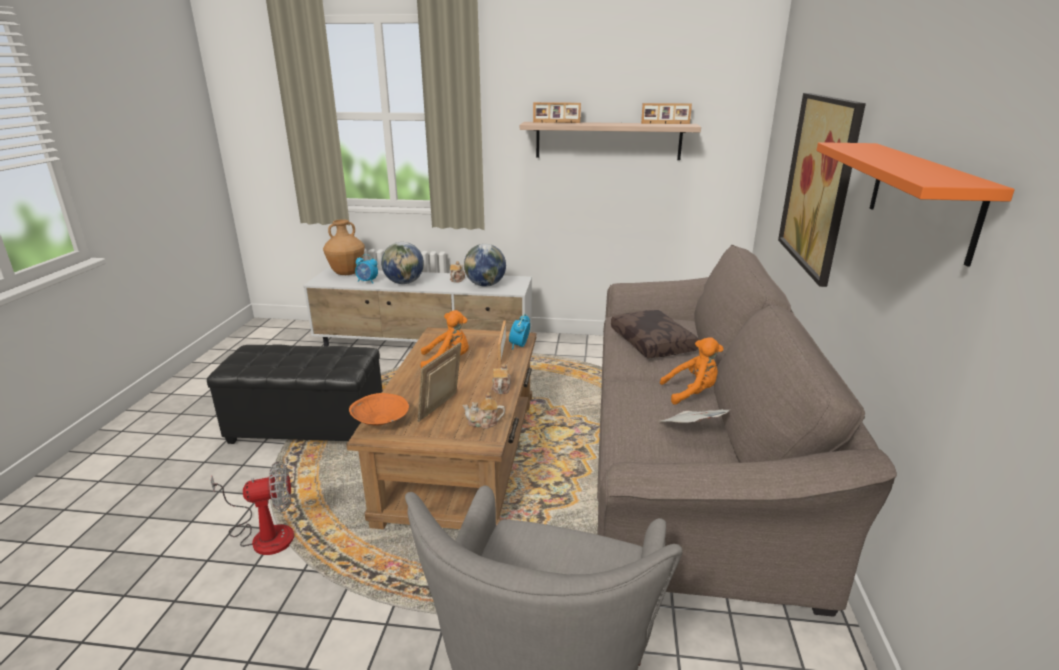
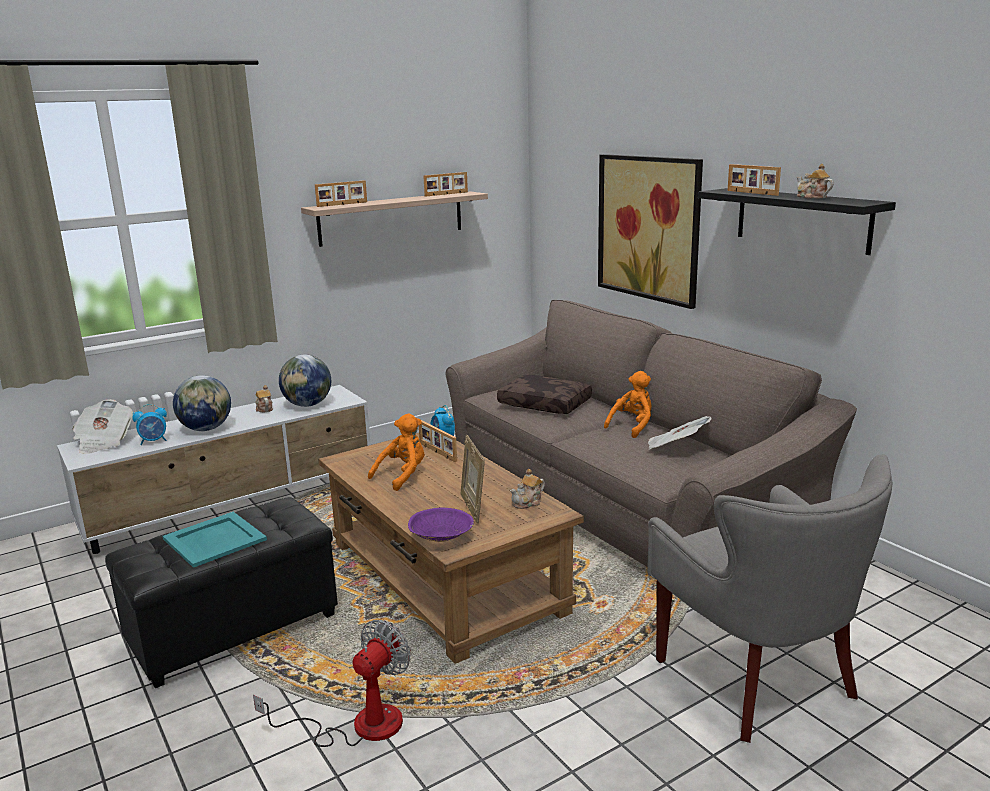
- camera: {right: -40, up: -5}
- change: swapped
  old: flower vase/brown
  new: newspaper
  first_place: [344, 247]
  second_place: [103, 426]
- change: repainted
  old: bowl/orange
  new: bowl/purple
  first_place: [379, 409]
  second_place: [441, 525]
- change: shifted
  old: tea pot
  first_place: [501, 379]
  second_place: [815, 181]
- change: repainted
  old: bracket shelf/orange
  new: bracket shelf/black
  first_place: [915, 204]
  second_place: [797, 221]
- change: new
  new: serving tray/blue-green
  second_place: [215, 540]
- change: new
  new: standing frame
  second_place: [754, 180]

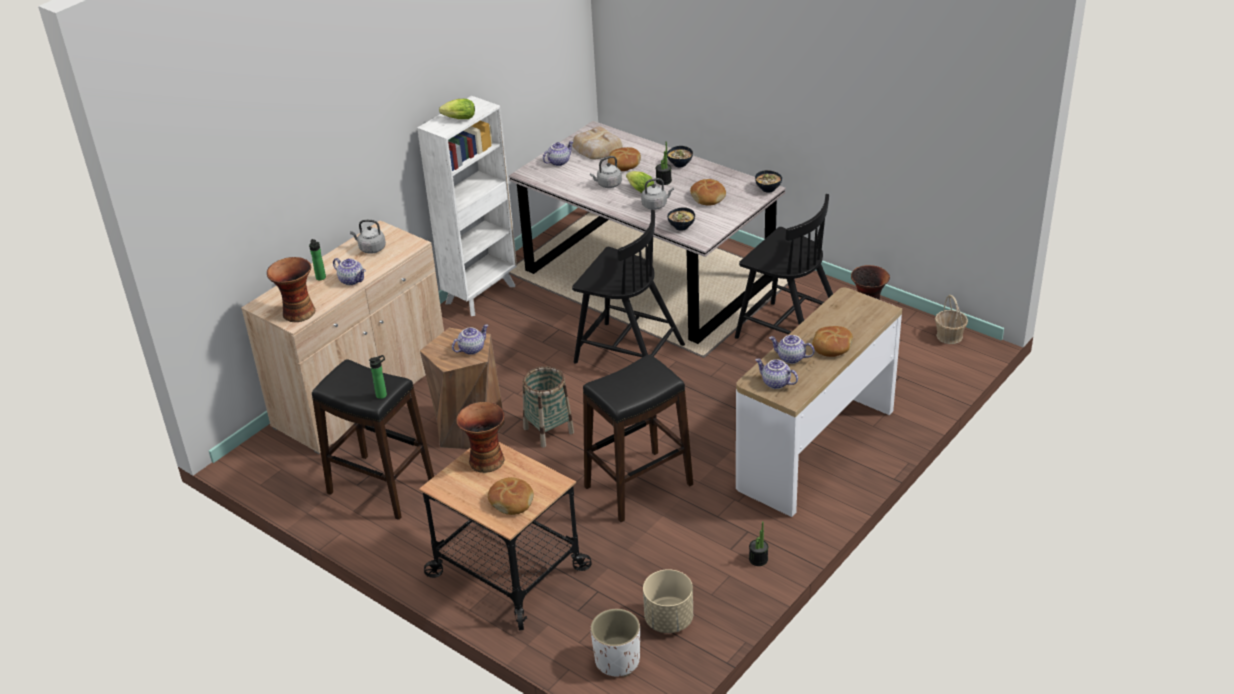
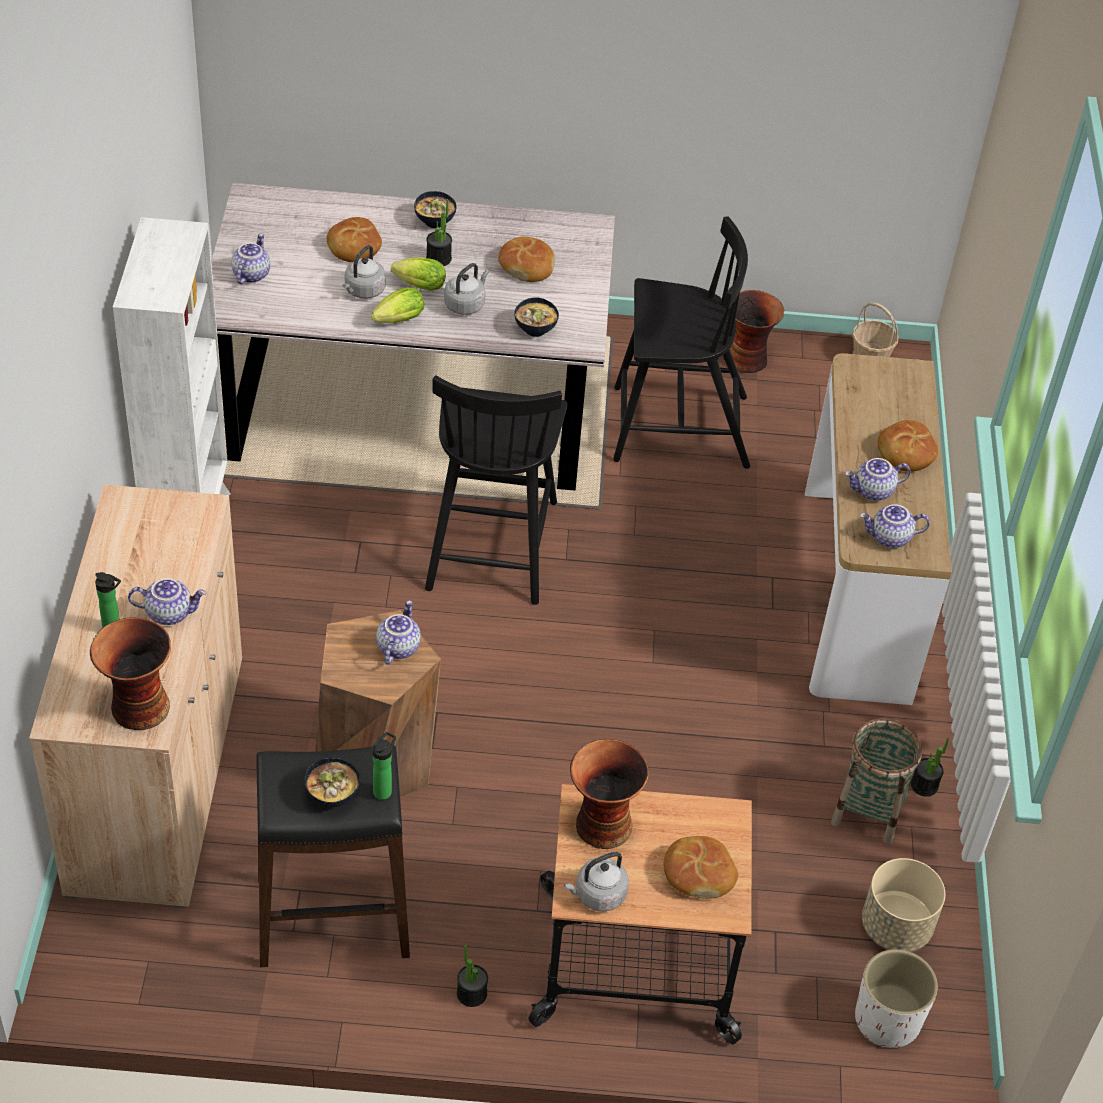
- camera: {right: -40, up: 10}
- change: shifted
  old: kettle/grey
  first_place: [368, 237]
  second_place: [596, 882]
- change: shifted
  old: head of lettuce
  first_place: [457, 109]
  second_place: [397, 305]
- change: shifted
  old: household basket
  first_place: [548, 407]
  second_place: [876, 781]
- change: gone
  old: bakery bread
  first_place: [597, 143]
- change: rotated
  old: chair/black
  first_place: [628, 287]
  second_place: [496, 490]
  degrees: 105
- change: gone
  old: stool/black
  first_place: [638, 438]
- change: shifted
  old: bowl
  first_place: [768, 181]
  second_place: [332, 782]
- change: new
  new: potted plant
  second_place: [472, 976]

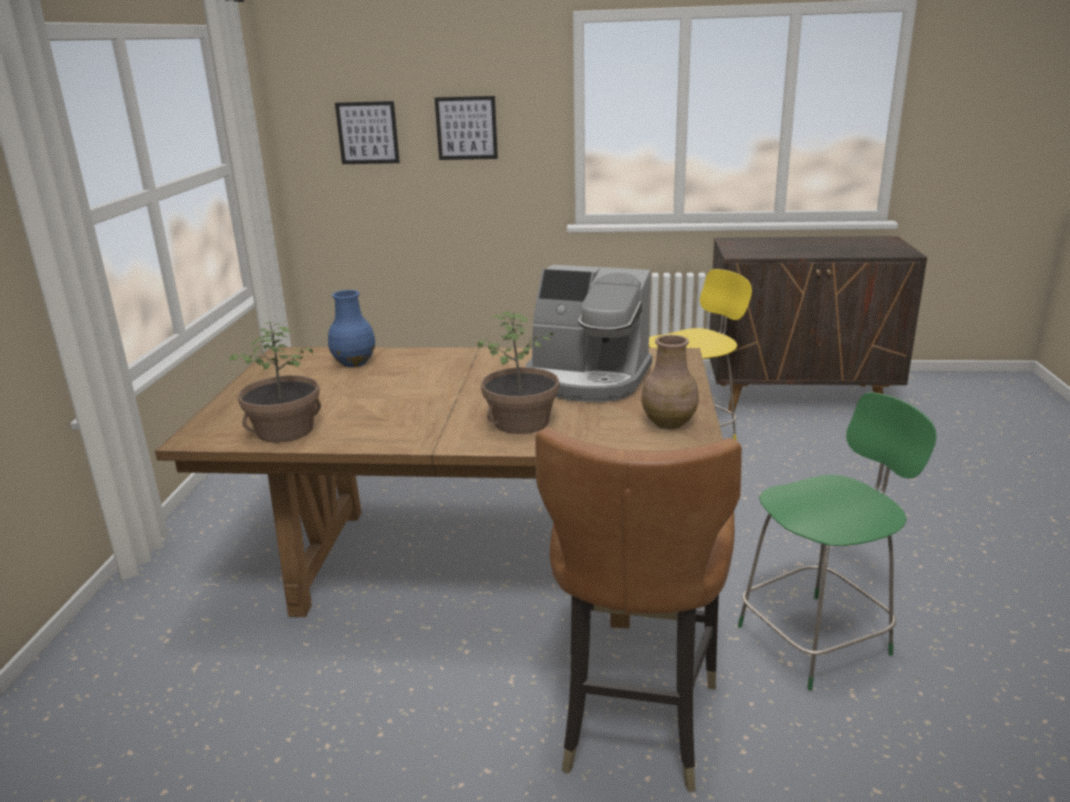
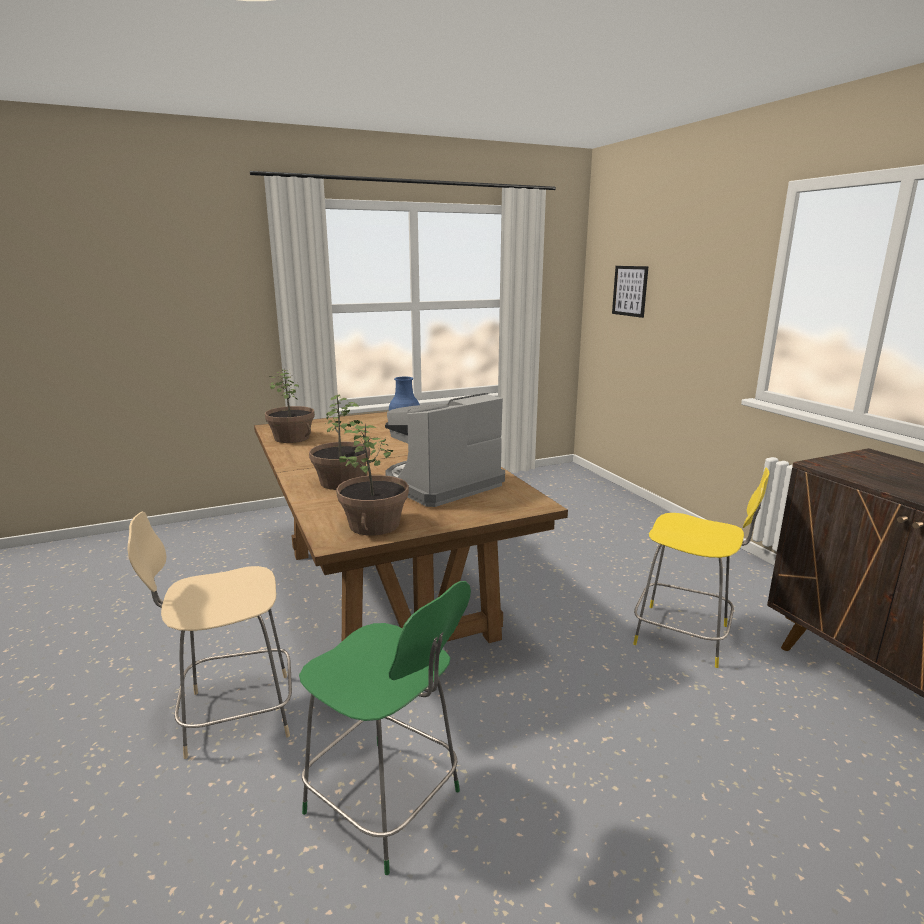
- camera: {right: 60, up: -5}
- change: gone
  old: wall art
  first_place: [466, 128]
- change: rotated
  old: coffee maker
  first_place: [589, 333]
  second_place: [445, 450]
  degrees: 60
- change: swapped
  old: chair/brown
  new: stool/beige
  first_place: [639, 609]
  second_place: [210, 635]
- change: swapped
  old: flower vase/brown
  new: potted plant
  first_place: [670, 382]
  second_place: [372, 480]

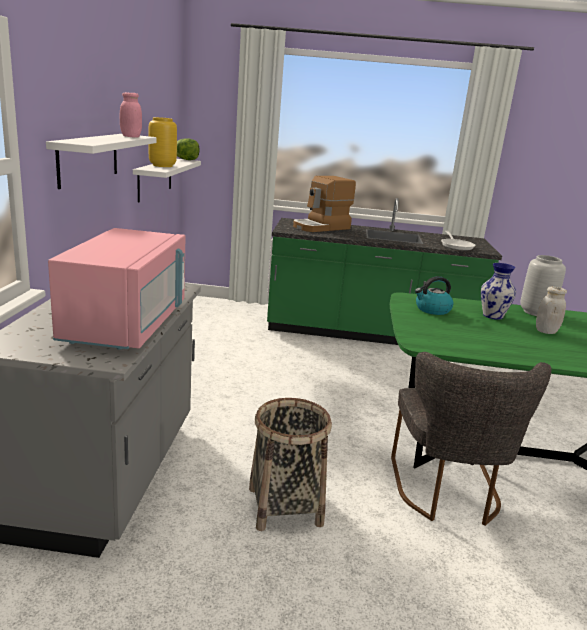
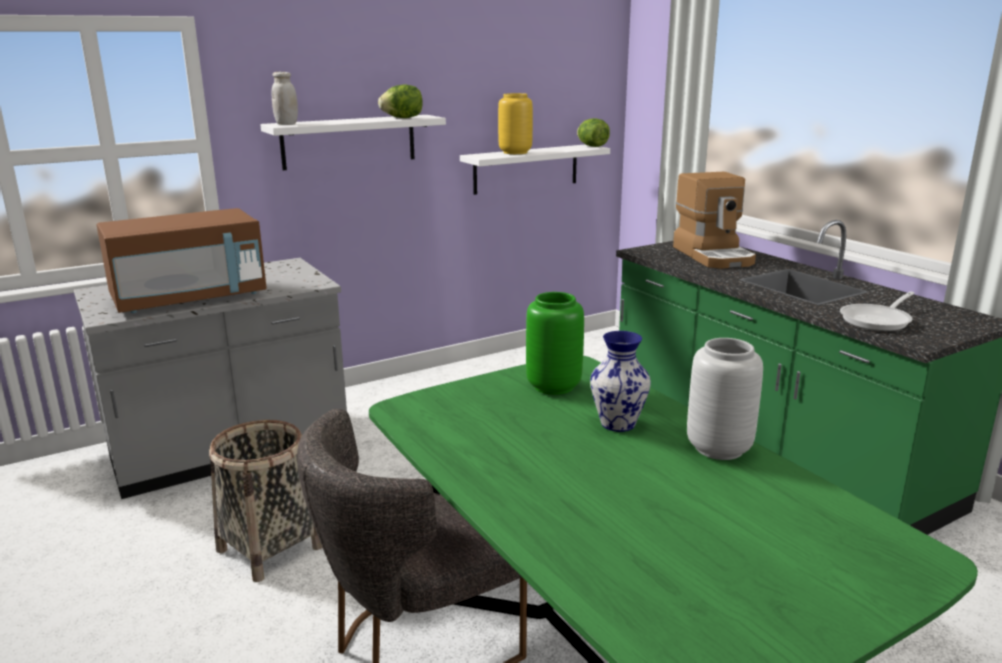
- camera: {right: 55, up: 0}
- change: repainted
  old: kitchen microwave/pink-coloured
  new: kitchen microwave/brown
  first_place: [116, 289]
  second_place: [182, 260]
- change: swapped
  old: preserve jar/pink-coloured
  new: head of lettuce
  first_place: [131, 115]
  second_place: [400, 101]
- change: rotated
  old: coffee maker
  first_place: [324, 204]
  second_place: [714, 220]
  degrees: -120
- change: swapped
  old: kettle
  new: flower vase/green
  first_place: [434, 295]
  second_place: [555, 343]
- change: shifted
  old: preserve jar/white
  first_place: [551, 310]
  second_place: [285, 98]

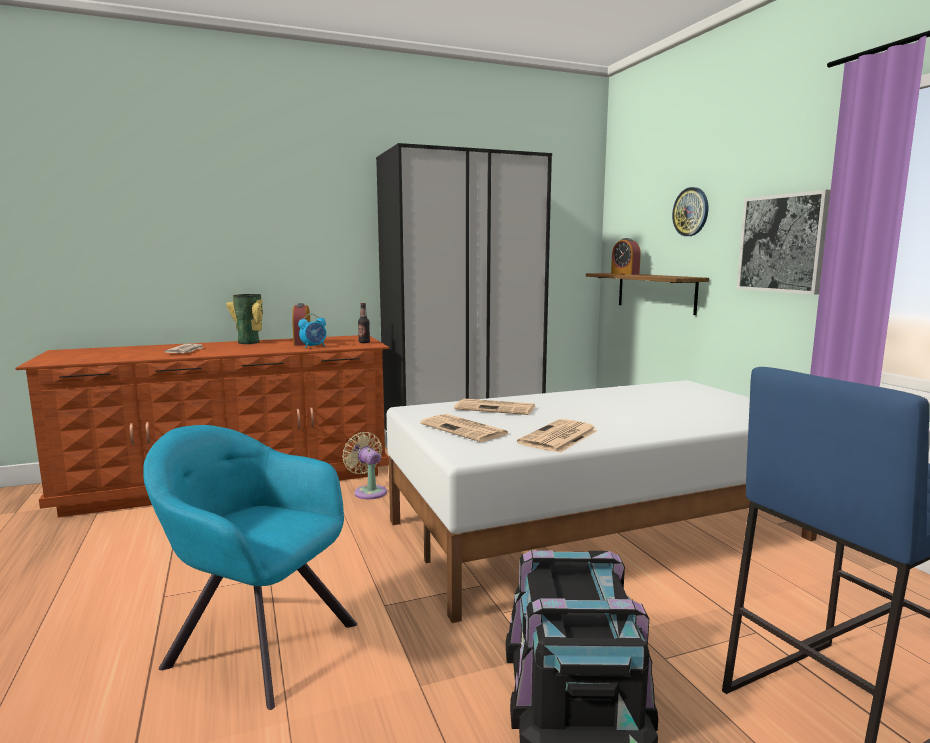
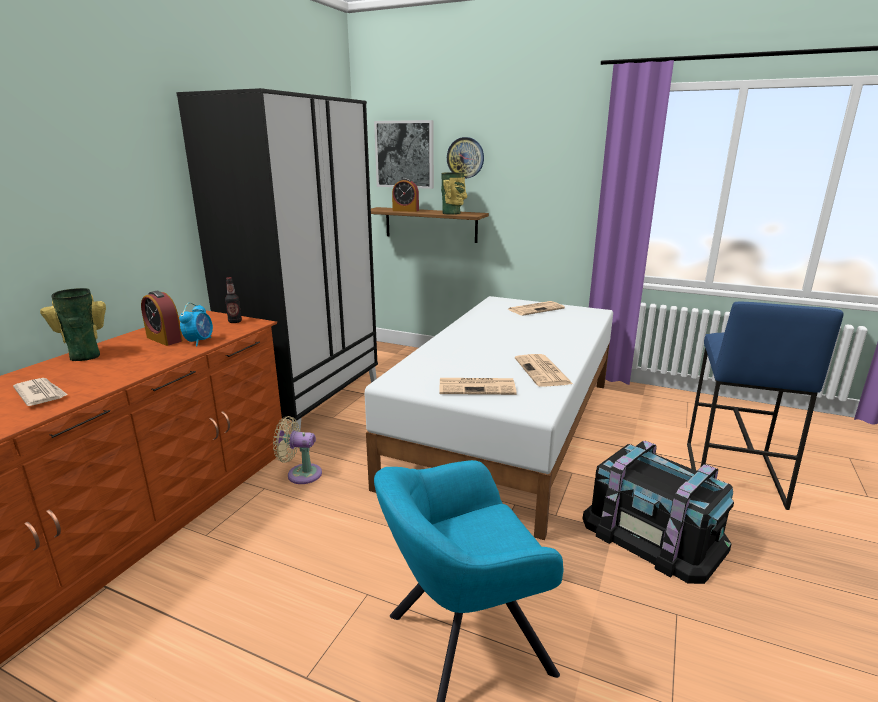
- camera: {right: -45, up: 10}
- change: shifted
  old: newspaper
  first_place: [495, 407]
  second_place: [536, 308]
- change: shifted
  old: wall art
  first_place: [784, 242]
  second_place: [404, 154]
- change: new
  new: flower vase
  second_place: [454, 193]

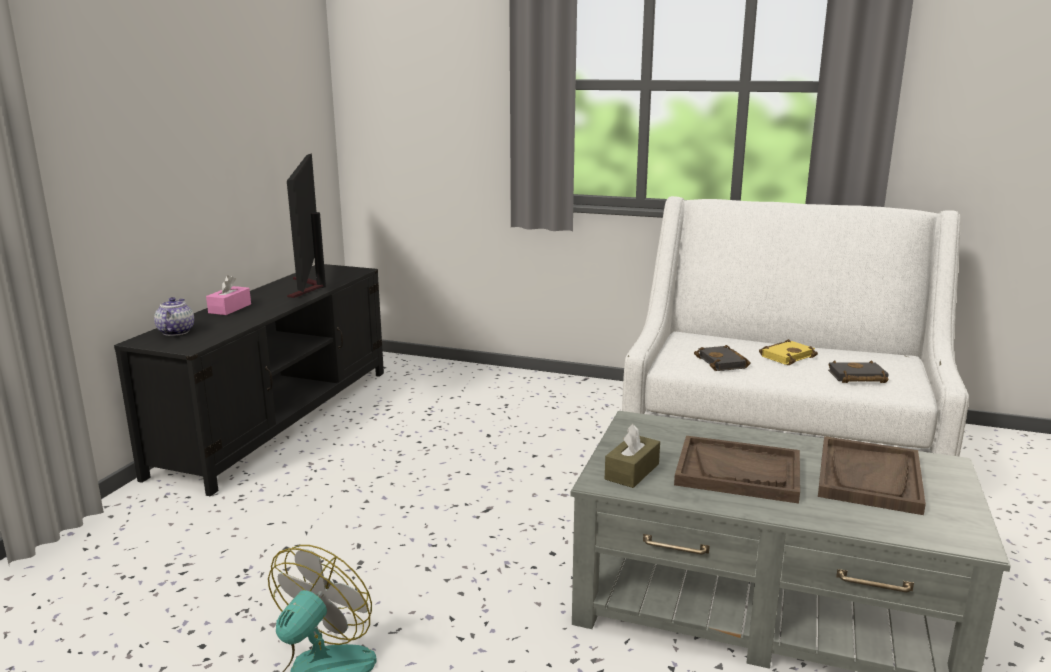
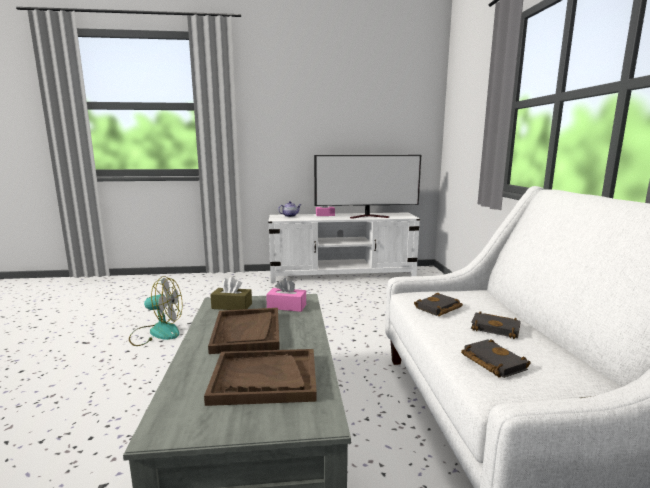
- camera: {right: 65, up: -5}
- change: repainted
  old: tv stand/black
  new: tv stand/white
  first_place: [249, 380]
  second_place: [344, 247]
- change: rotated
  old: TV
  first_place: [306, 225]
  second_place: [367, 187]
  degrees: -150
- change: repainted
  old: bound book/yellowish
  new: bound book/black
  first_place: [788, 352]
  second_place: [496, 325]
- change: new
  new: tissue box/pink-coloured
  second_place: [286, 295]

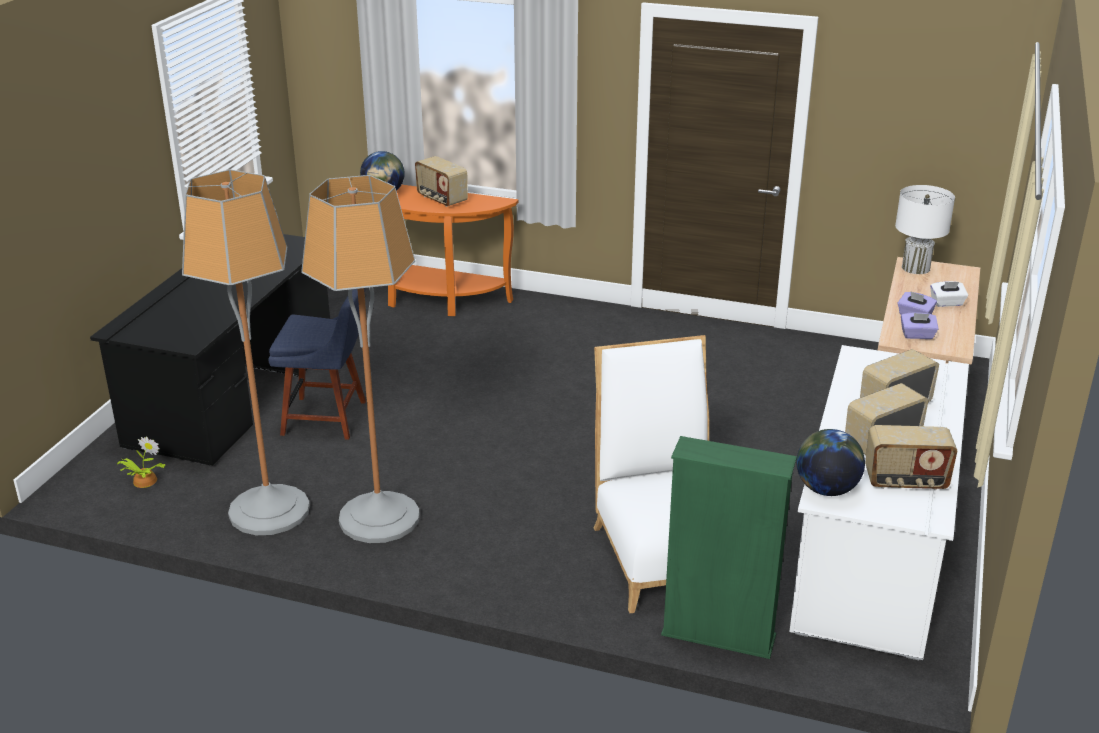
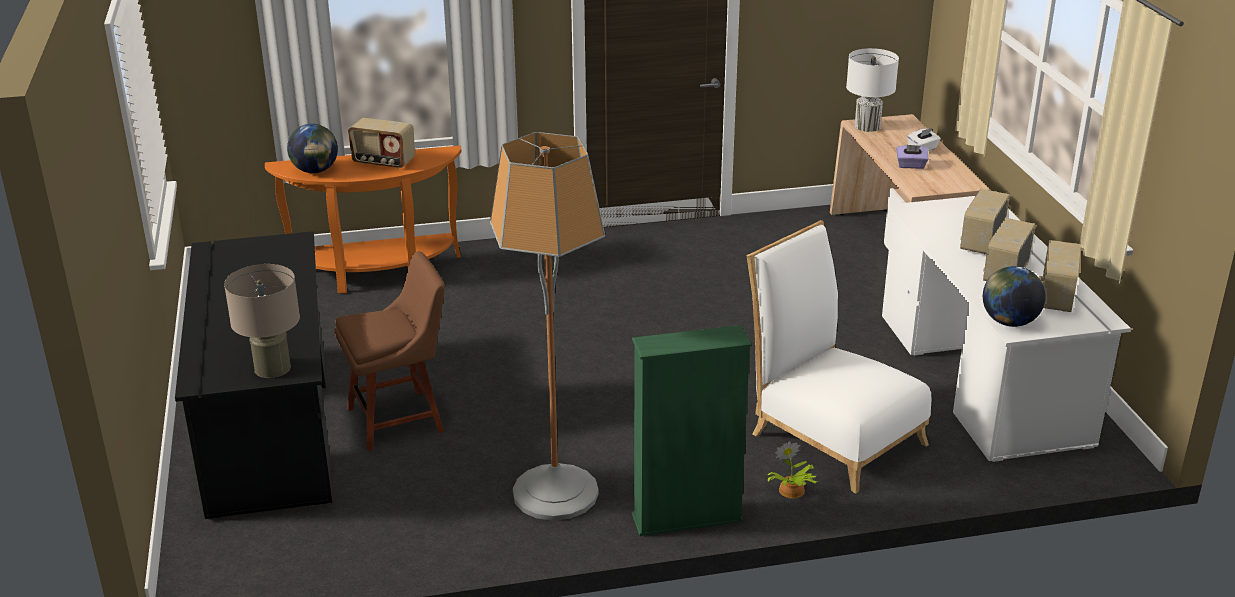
- camera: {right: -30, up: 0}
- change: shifted
  old: potted plant
  first_place: [141, 462]
  second_place: [792, 469]
- change: gone
  old: standard lamp
  first_place: [246, 352]
- change: repainted
  old: chair/bluish
  new: chair/brown
  first_place: [317, 364]
  second_place: [390, 351]
- change: shifted
  old: bookshelf/green
  first_place: [729, 547]
  second_place: [692, 430]
- change: rotated
  old: radio receiver
  first_place: [911, 457]
  second_place: [1060, 276]
  degrees: 135
- change: gone
  old: tissue box/purple
  first_place: [920, 325]
- change: new
  new: lamp for a table/beige
  second_place: [262, 321]

